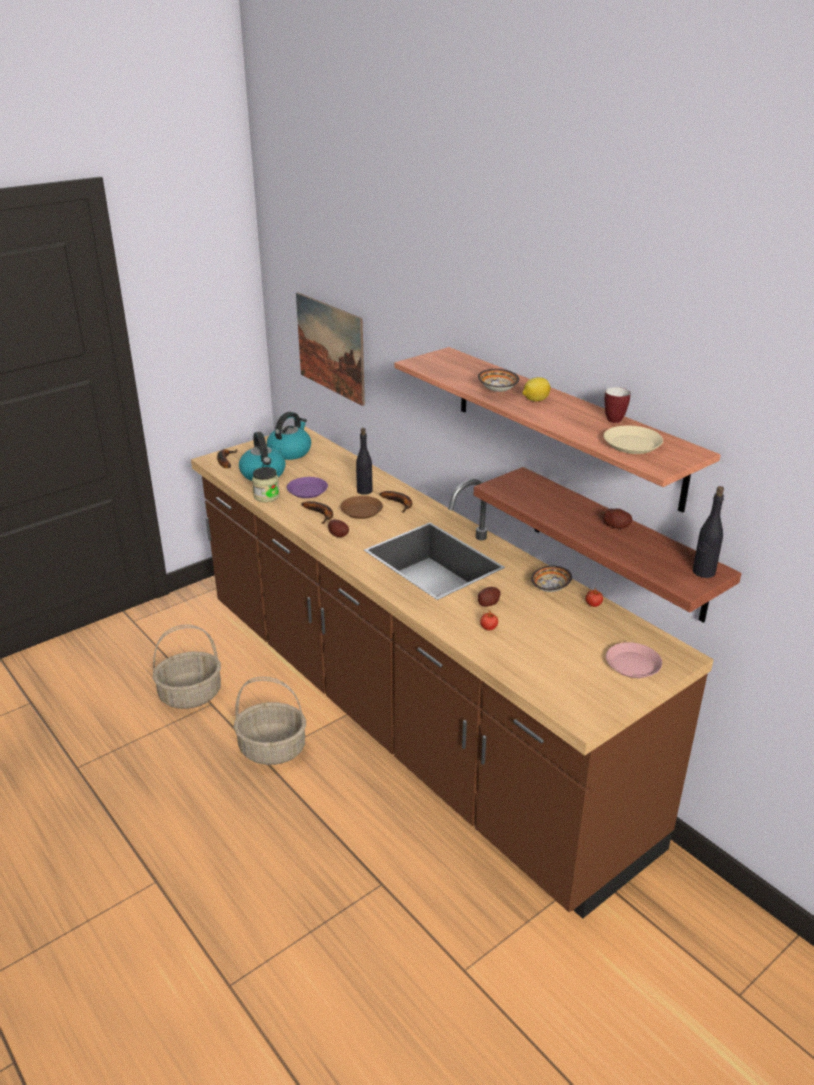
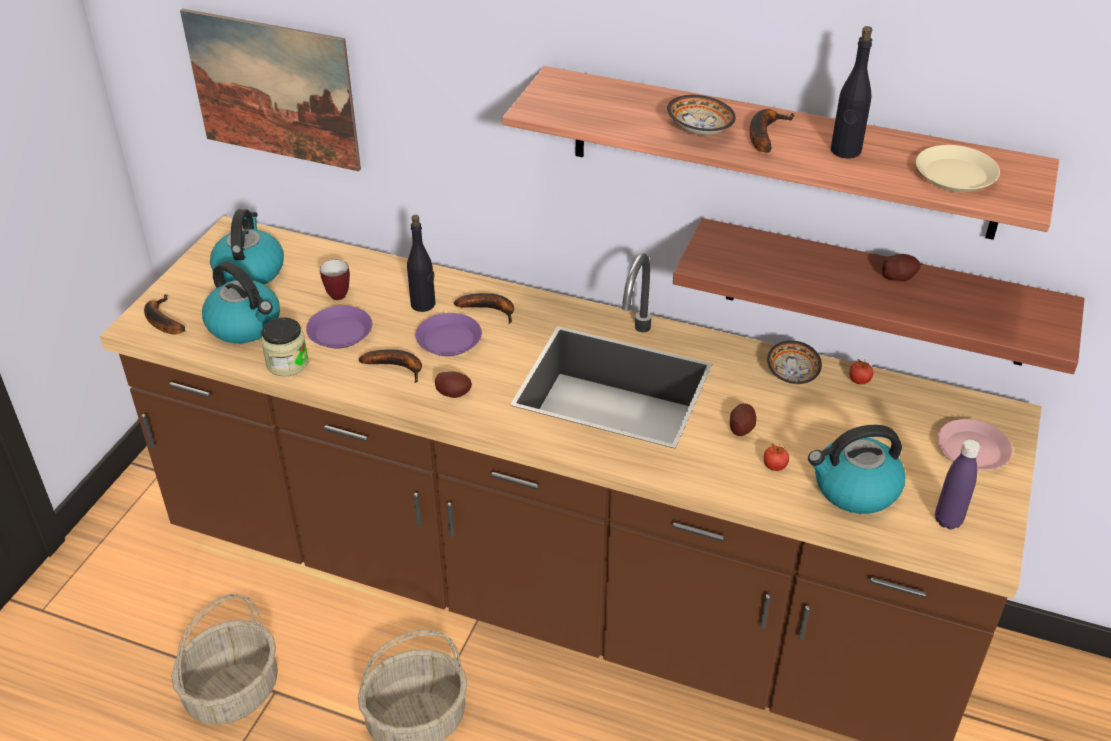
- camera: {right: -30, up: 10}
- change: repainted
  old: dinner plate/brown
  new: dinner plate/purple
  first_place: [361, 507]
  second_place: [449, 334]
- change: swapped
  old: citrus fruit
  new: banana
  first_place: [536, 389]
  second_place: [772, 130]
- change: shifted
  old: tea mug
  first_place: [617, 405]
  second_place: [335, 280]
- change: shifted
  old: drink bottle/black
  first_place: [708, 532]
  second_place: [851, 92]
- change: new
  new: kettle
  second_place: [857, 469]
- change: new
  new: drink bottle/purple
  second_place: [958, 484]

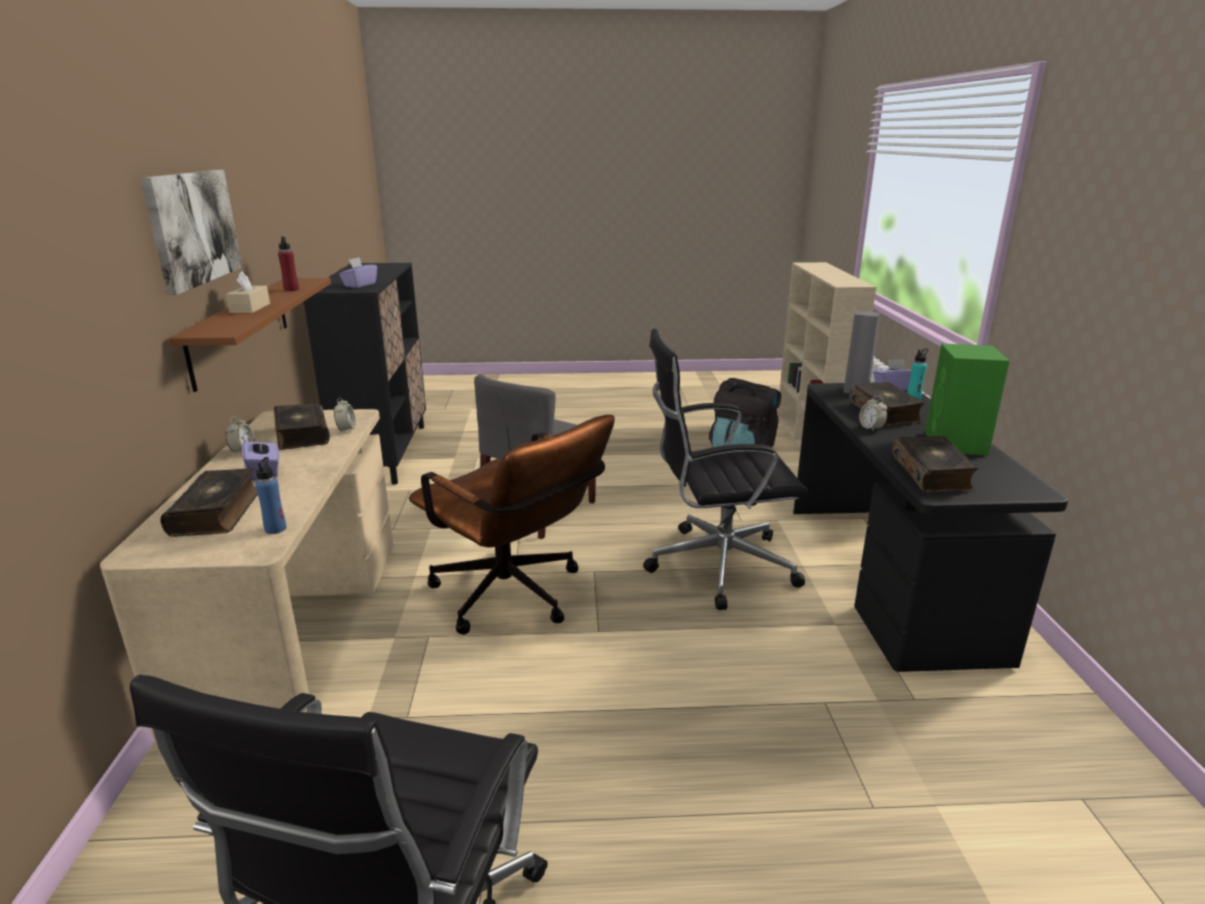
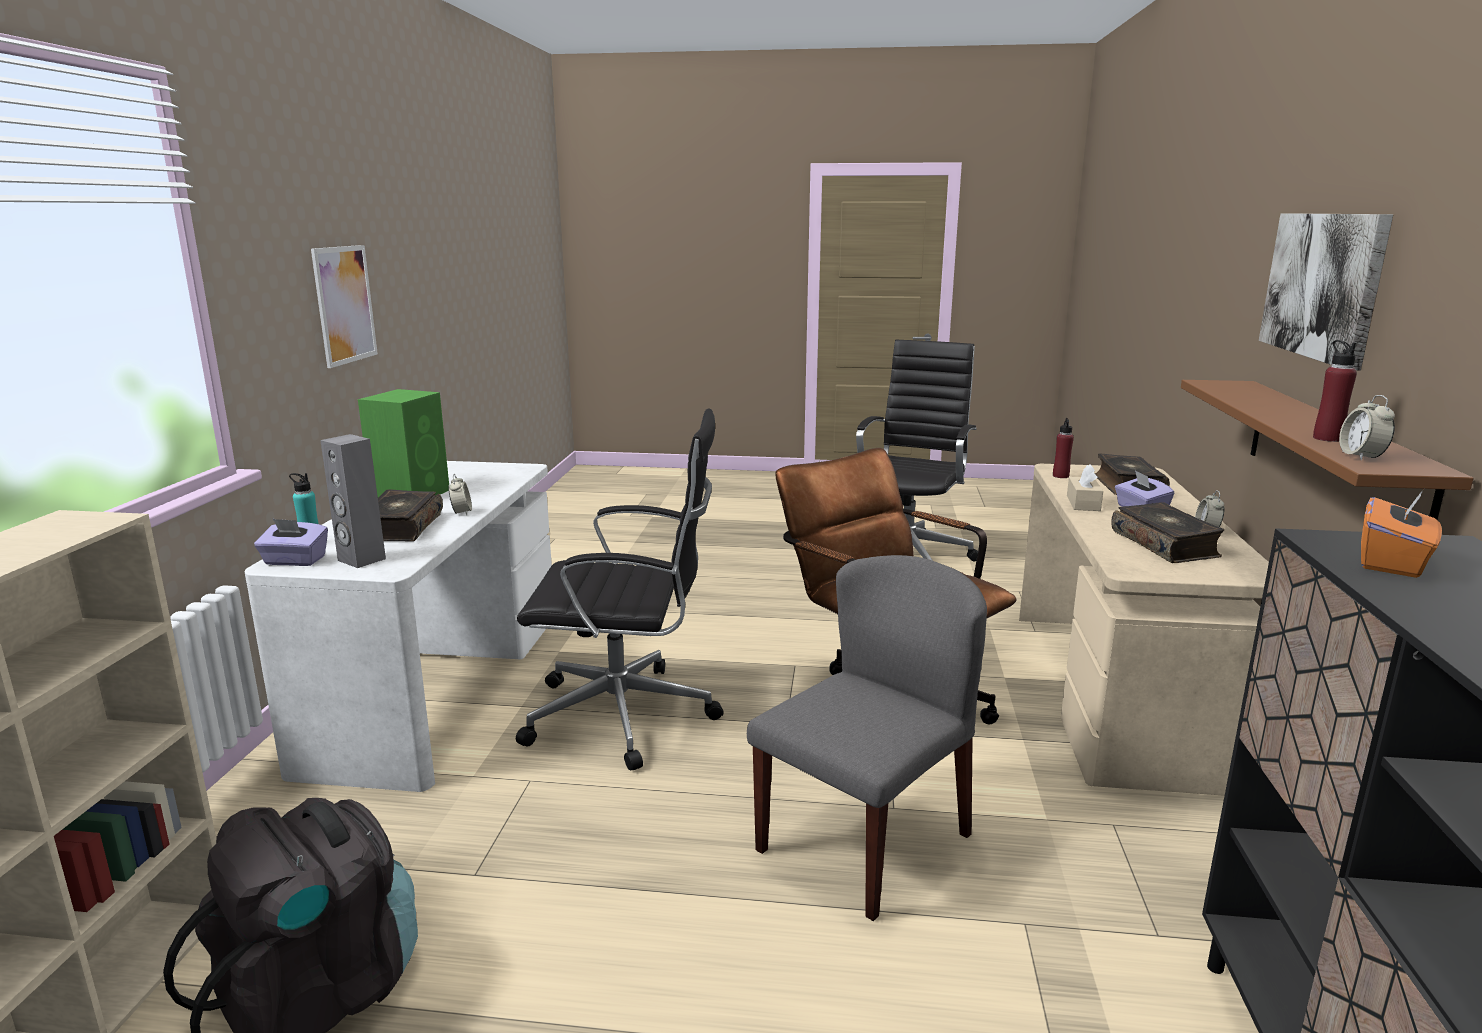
- camera: {right: -170, up: -5}
- change: shifted
  old: tissue box/beige
  first_place: [248, 292]
  second_place: [1085, 488]
- change: repainted
  old: drink bottle/bluish
  new: drink bottle/reddish
  first_place: [270, 495]
  second_place: [1063, 448]
- change: shifted
  old: alarm clock
  first_place: [345, 414]
  second_place: [1367, 428]
- change: repainted
  old: tissue box/purple
  new: tissue box/orange
  first_place: [358, 272]
  second_place: [1401, 533]
- change: repainted
  old: desk/black
  new: desk/white
  first_place: [930, 527]
  second_place: [398, 626]
- change: gone
  old: bound book
  first_place: [935, 464]
- change: new
  new: wall art
  second_place: [344, 306]

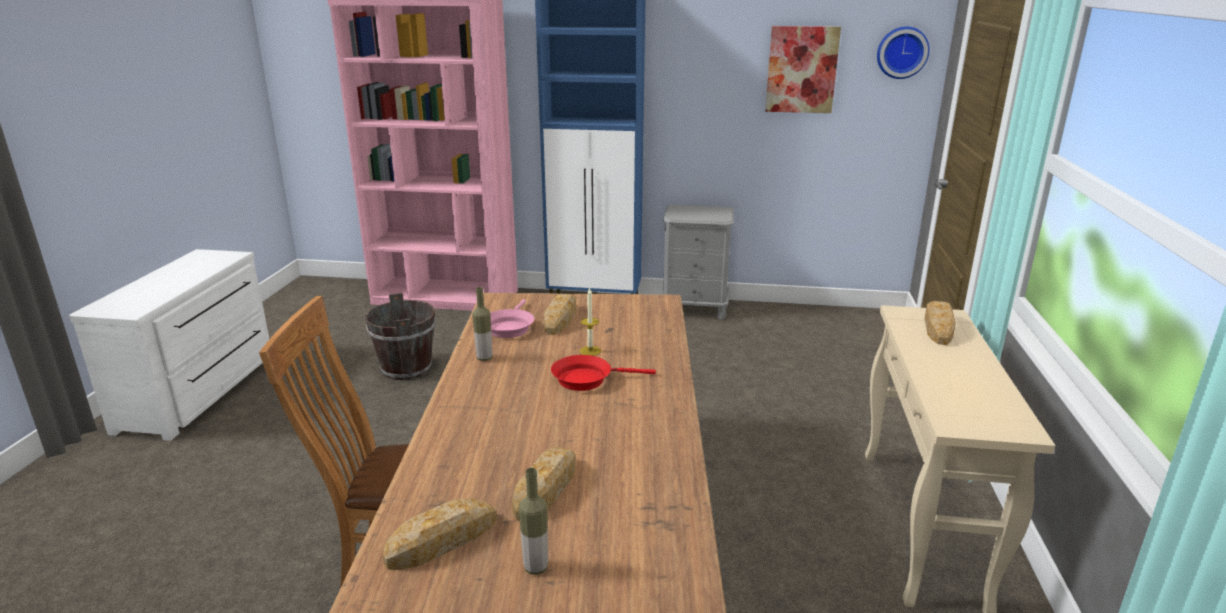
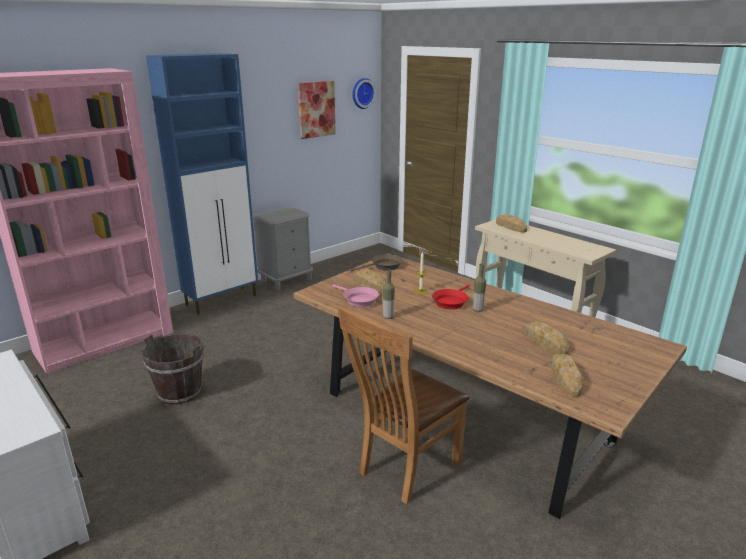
- camera: {right: -50, up: 0}
- change: shifted
  old: drink bottle
  first_place: [533, 521]
  second_place: [479, 287]
- change: new
  new: skillet/brown
  second_place: [376, 262]

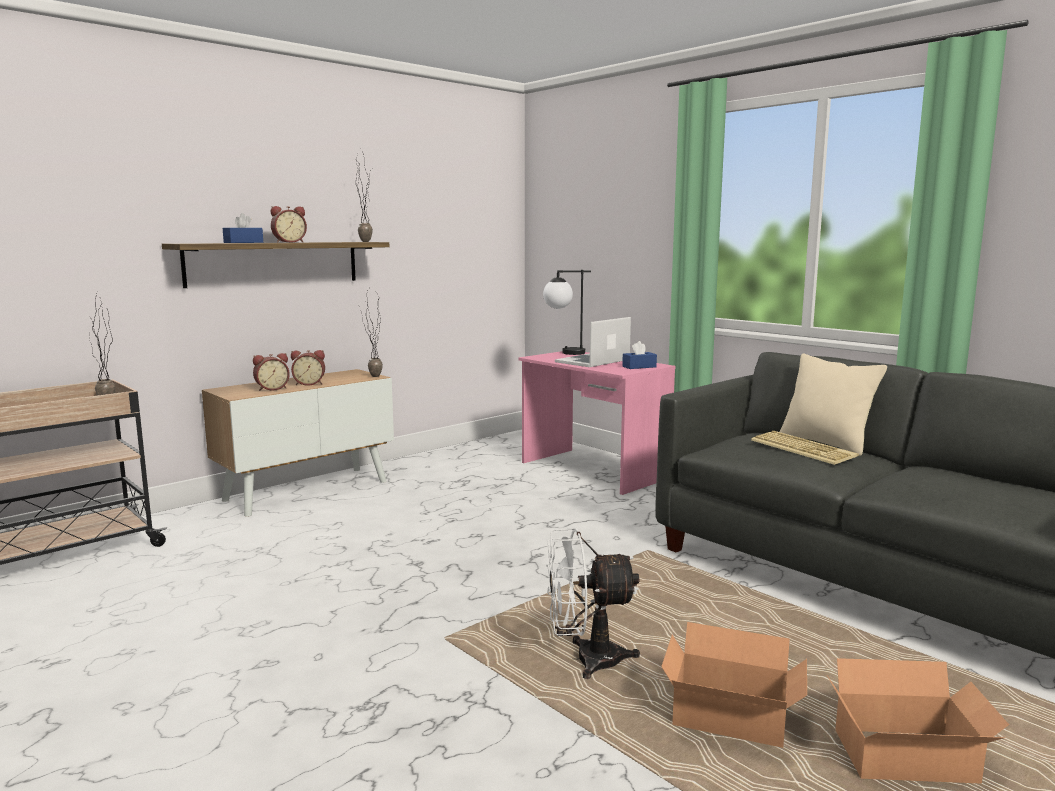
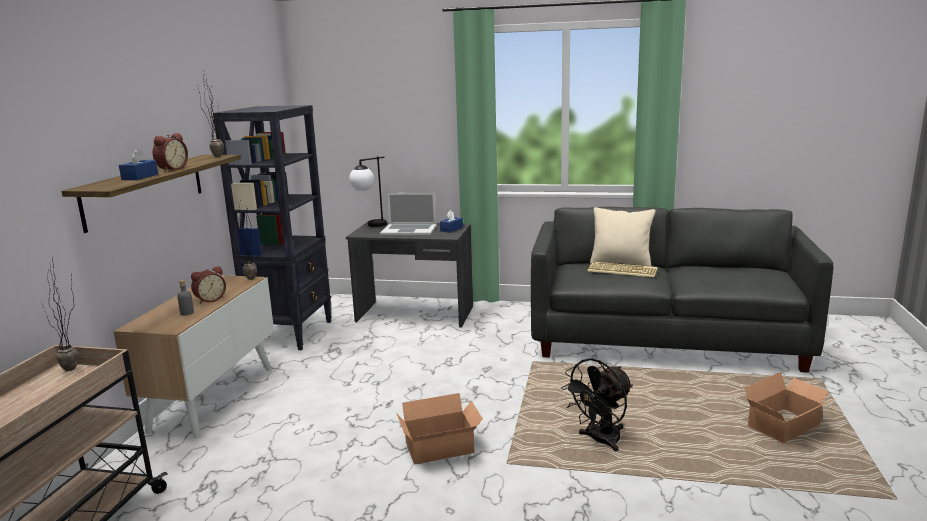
- camera: {right: -35, up: 5}
- change: swapped
  old: alarm clock
  new: drink bottle/grey
  first_place: [271, 372]
  second_place: [185, 298]
- change: repainted
  old: desk/pink-coloured
  new: desk/grey
  first_place: [597, 423]
  second_place: [409, 275]
- change: repainted
  old: electric fan/white
  new: electric fan/black
  first_place: [593, 603]
  second_place: [597, 405]
- change: rotated
  old: notebook computer
  first_place: [593, 342]
  second_place: [408, 214]
  degrees: -90
- change: shifted
  old: cardboard box
  first_place: [734, 685]
  second_place: [439, 428]
- change: new
  new: bookshelf/black
  second_place: [272, 227]

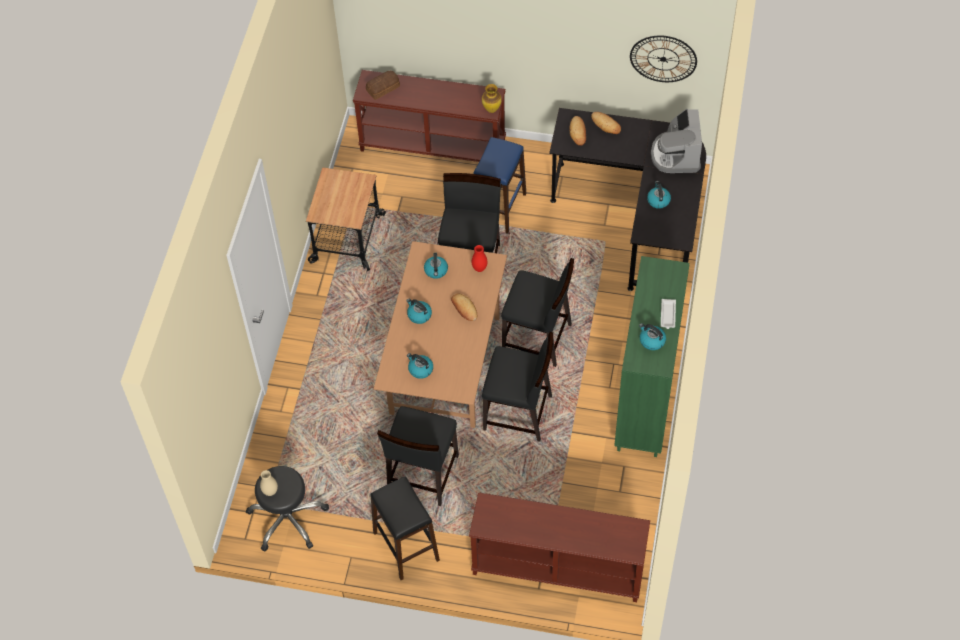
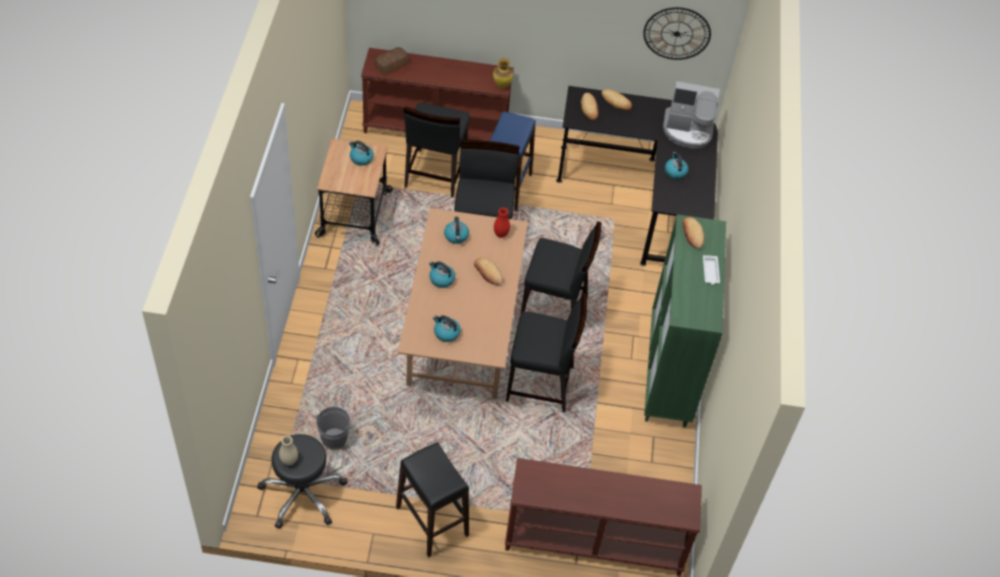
- camera: {right: -10, up: -5}
- change: shifted
  old: chair/black
  first_place: [418, 456]
  second_place: [437, 149]
- change: shifted
  old: kettle
  first_place: [652, 336]
  second_place: [361, 153]
- change: rotated
  old: coffee maker
  first_place: [676, 141]
  second_place: [691, 114]
  degrees: -75
- change: new
  new: bucket/grey
  second_place: [332, 428]
- change: new
  new: bakery bread
  second_place: [694, 233]

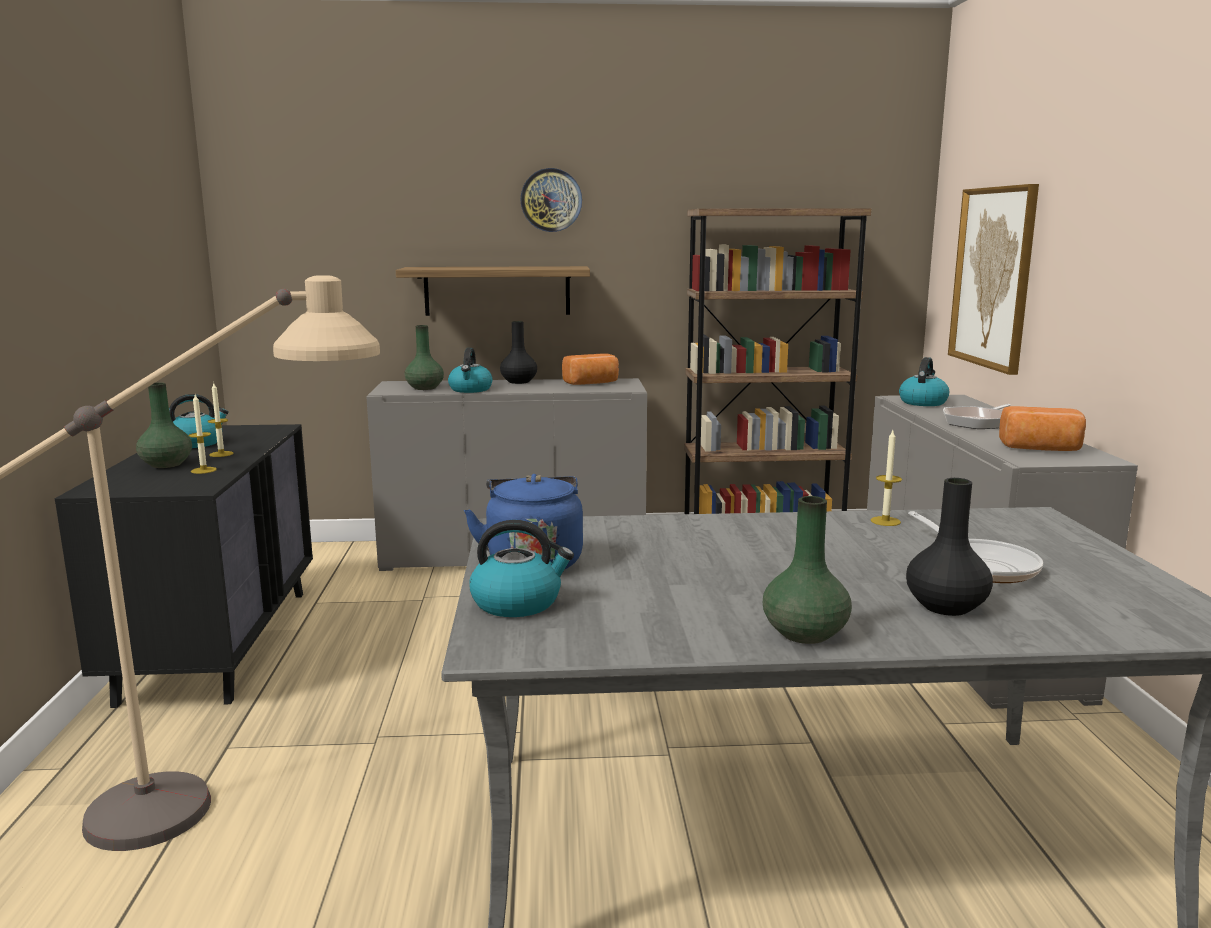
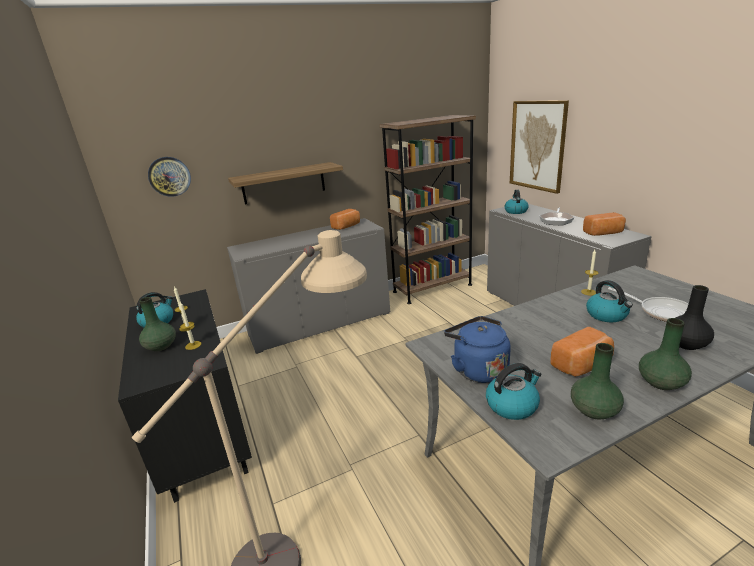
- camera: {right: -20, up: 10}
- change: shifted
  old: flower vase/green
  first_place: [424, 357]
  second_place: [597, 381]
- change: shifted
  old: kettle
  first_place: [470, 370]
  second_place: [609, 301]
- change: gone
  old: flower vase/black
  first_place: [518, 352]
- change: shifted
  old: wall clock
  first_place: [551, 200]
  second_place: [169, 177]
- change: new
  new: bakery bread
  second_place: [582, 352]

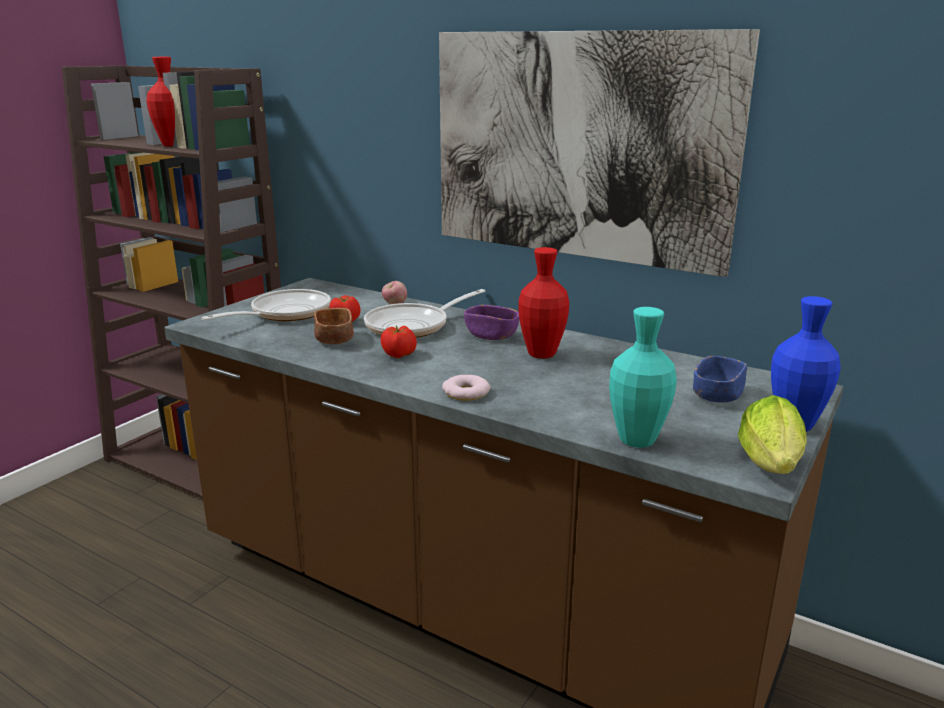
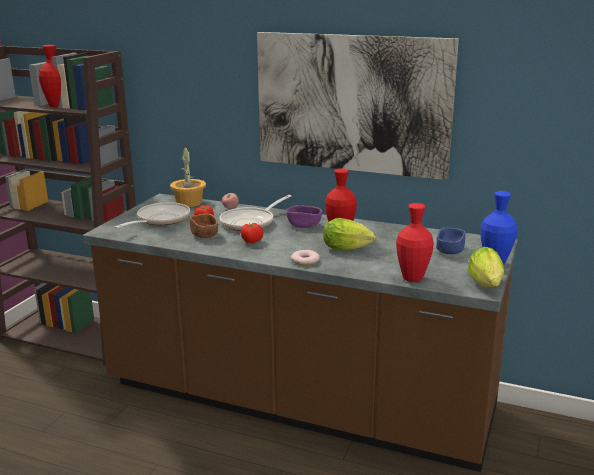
- camera: {right: -10, up: 0}
- change: repainted
  old: flower vase/blue-green
  new: flower vase/reddish
  first_place: [643, 377]
  second_place: [415, 242]
- change: new
  new: potted plant
  second_place: [188, 176]
- change: new
  new: head of lettuce
  second_place: [349, 234]

